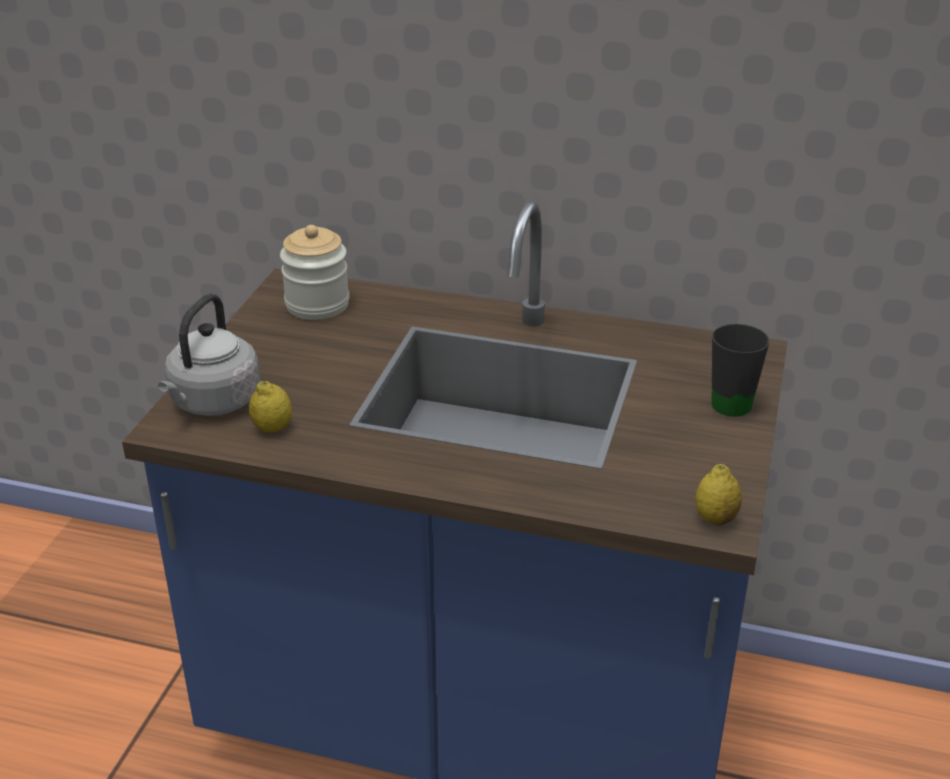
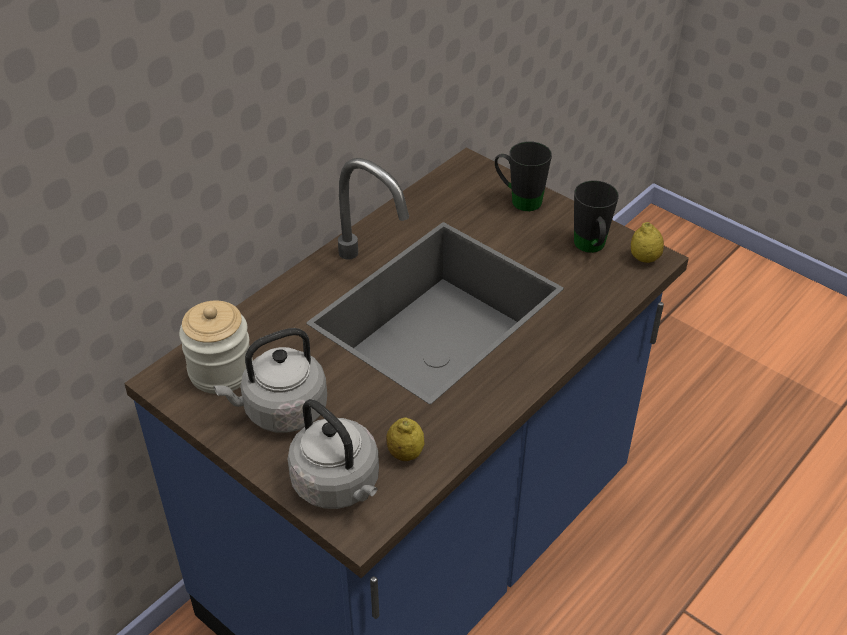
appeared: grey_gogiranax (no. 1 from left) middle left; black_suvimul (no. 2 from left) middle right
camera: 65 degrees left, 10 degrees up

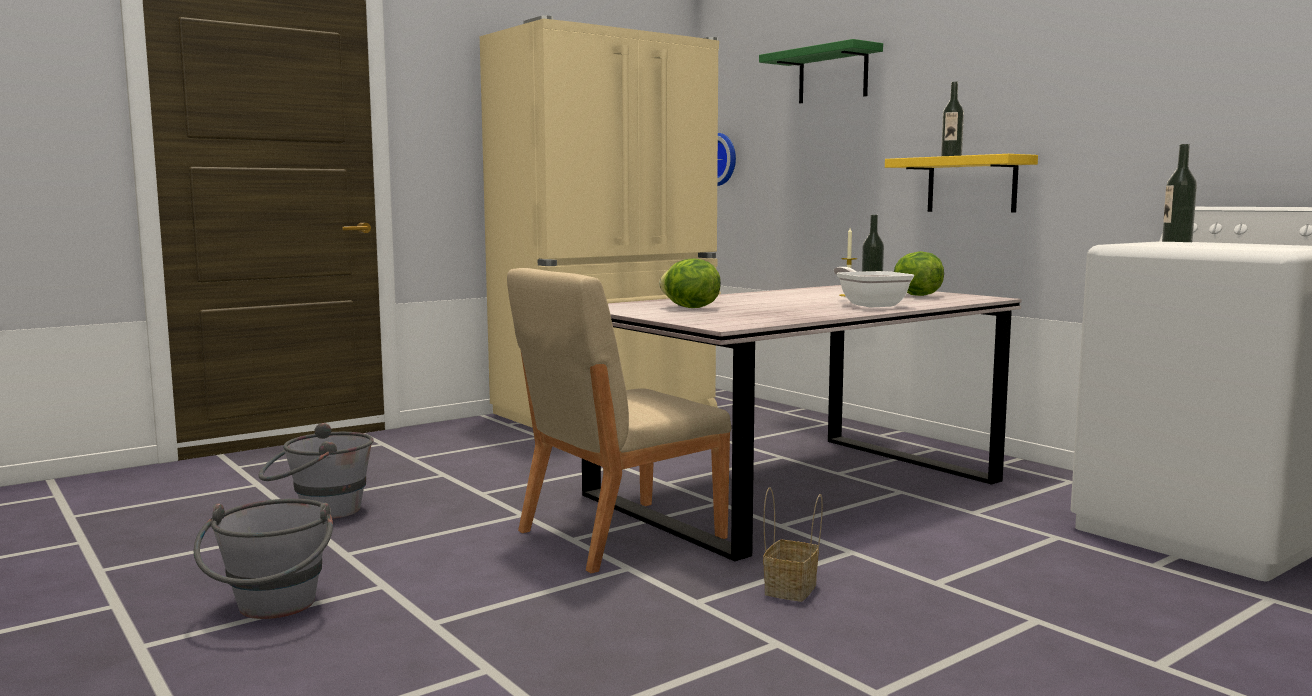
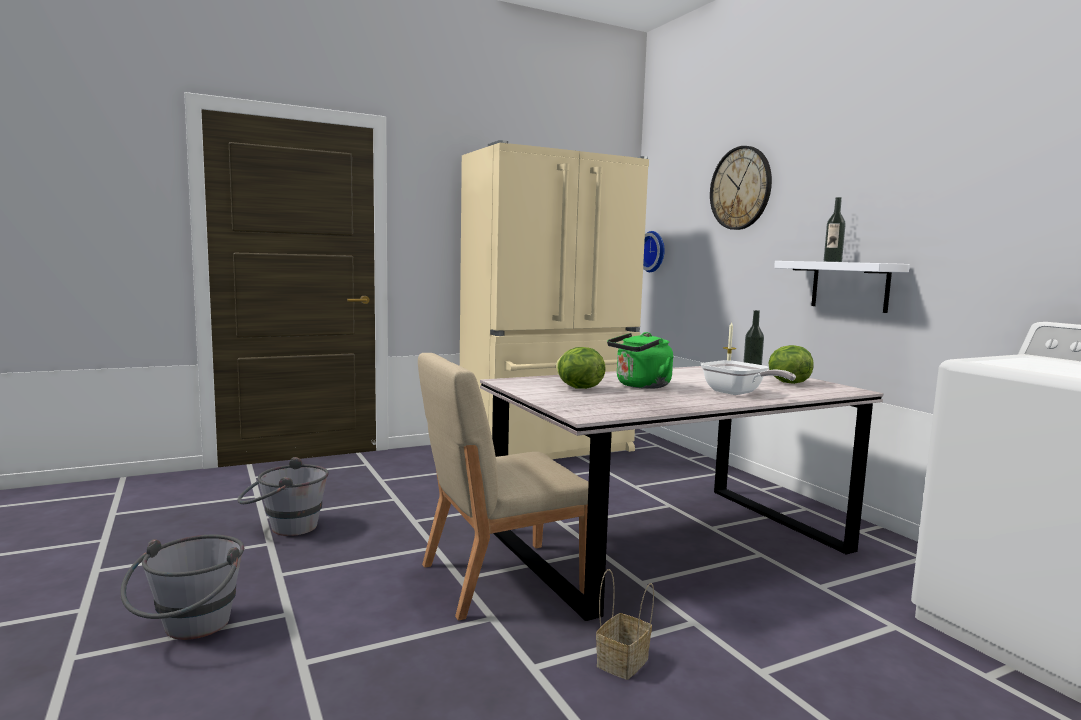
missing: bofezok (no. 3 from left) top right
appeared: green_gogiranax centre
exchanged: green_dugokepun top centre to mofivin (no. 2 from left) top right
colour: yellow_dugokepun top right to white_dugokepun middle right
spun: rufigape centre = middle right 150 degrees clockwise
camera: 10 degrees right, 0 degrees up

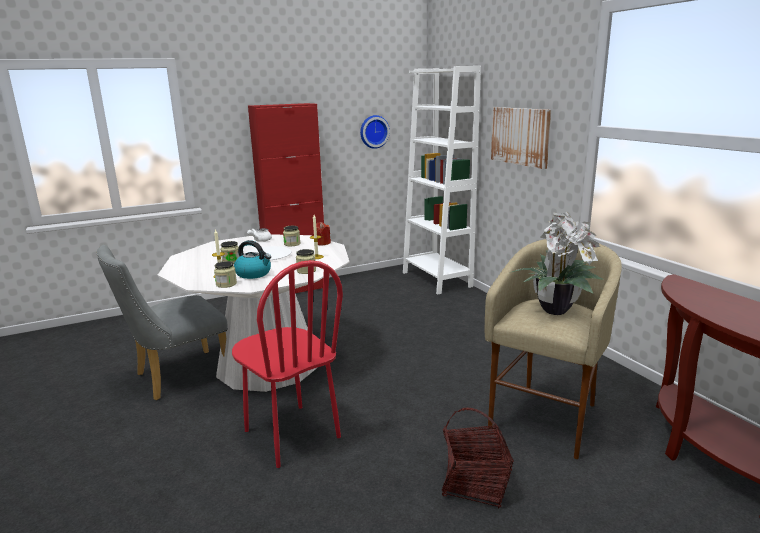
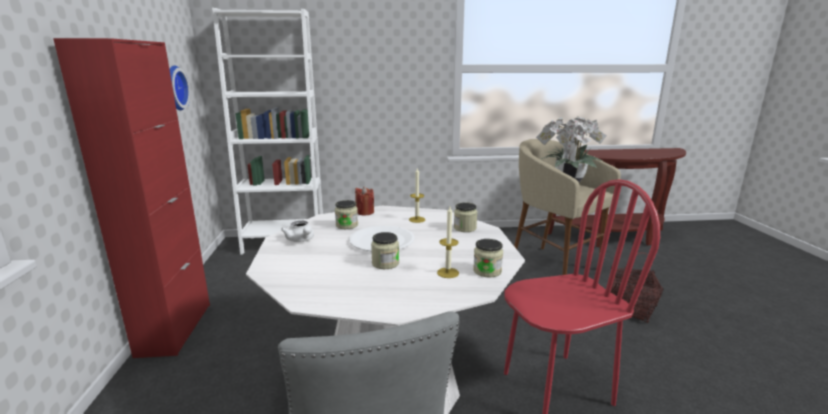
missing: gogiranax middle left; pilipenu top right
camera: 70 degrees left, 0 degrees up

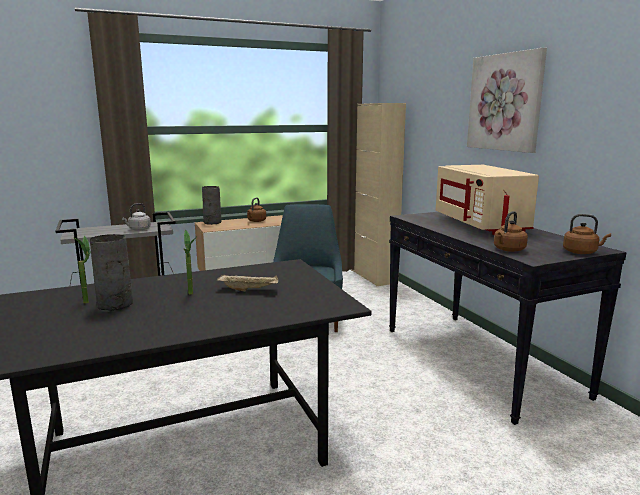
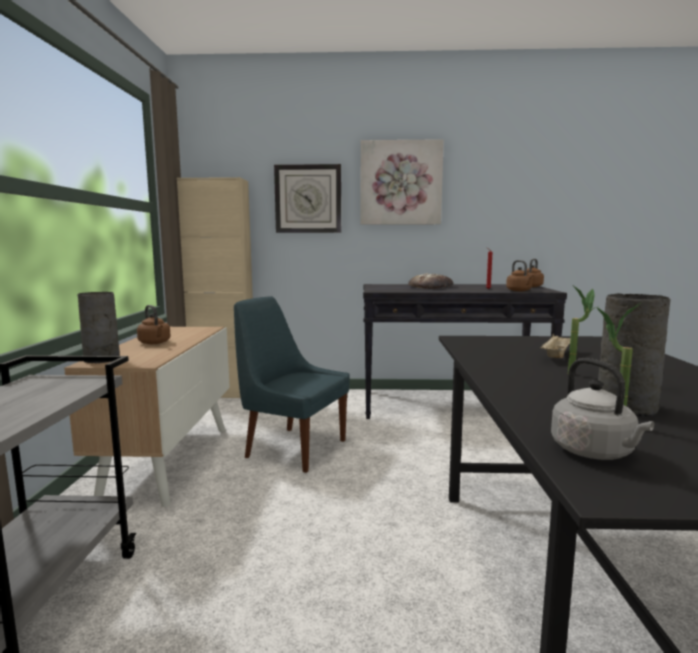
appeared: mofivin top centre
relocated: grey_gogiranax middle left to middle right
exchanged: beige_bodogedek middle right to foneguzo centre
camera: 65 degrees left, 5 degrees down

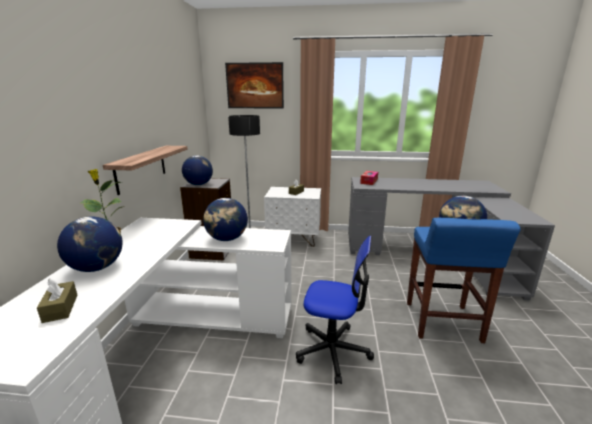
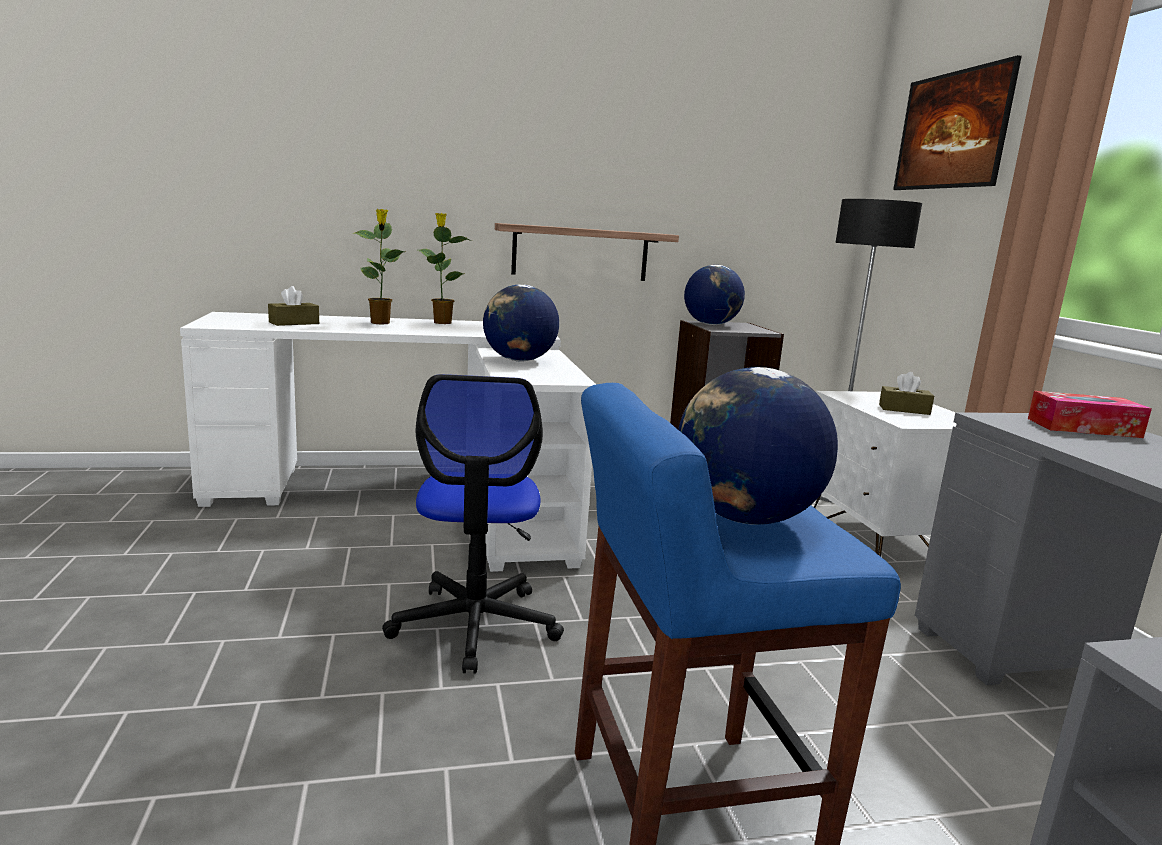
exchanged: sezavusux (no. 1 from left) middle left to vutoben (no. 1 from left) top left
camera: 70 degrees right, 5 degrees down

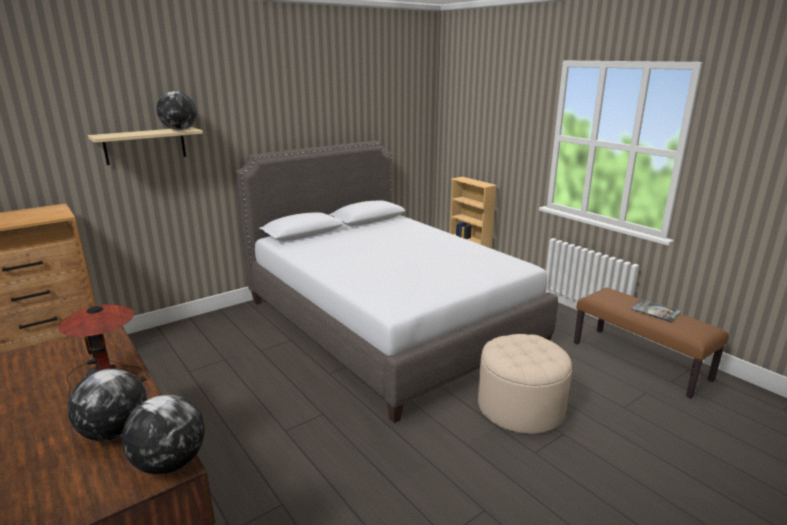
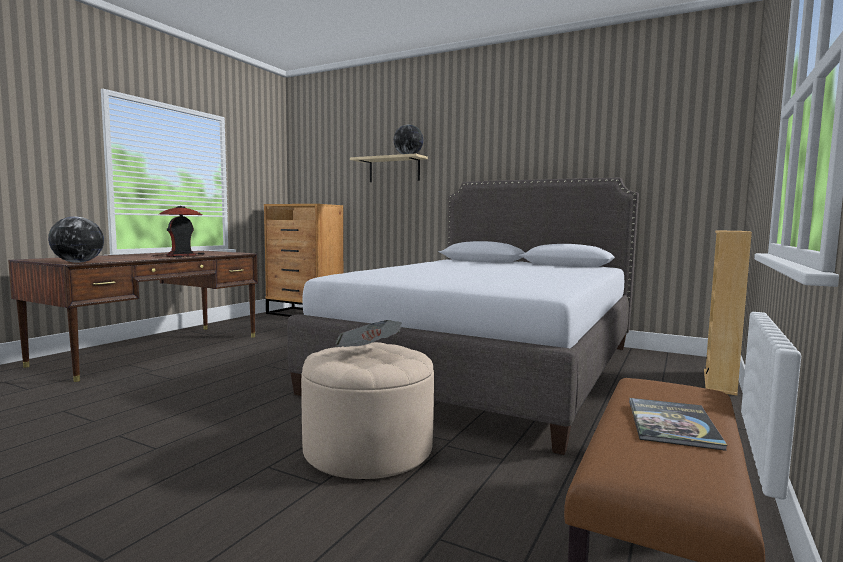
missing: sezavusux (no. 1 from left) bottom left
appeared: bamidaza centre
camera: 65 degrees right, 15 degrees down

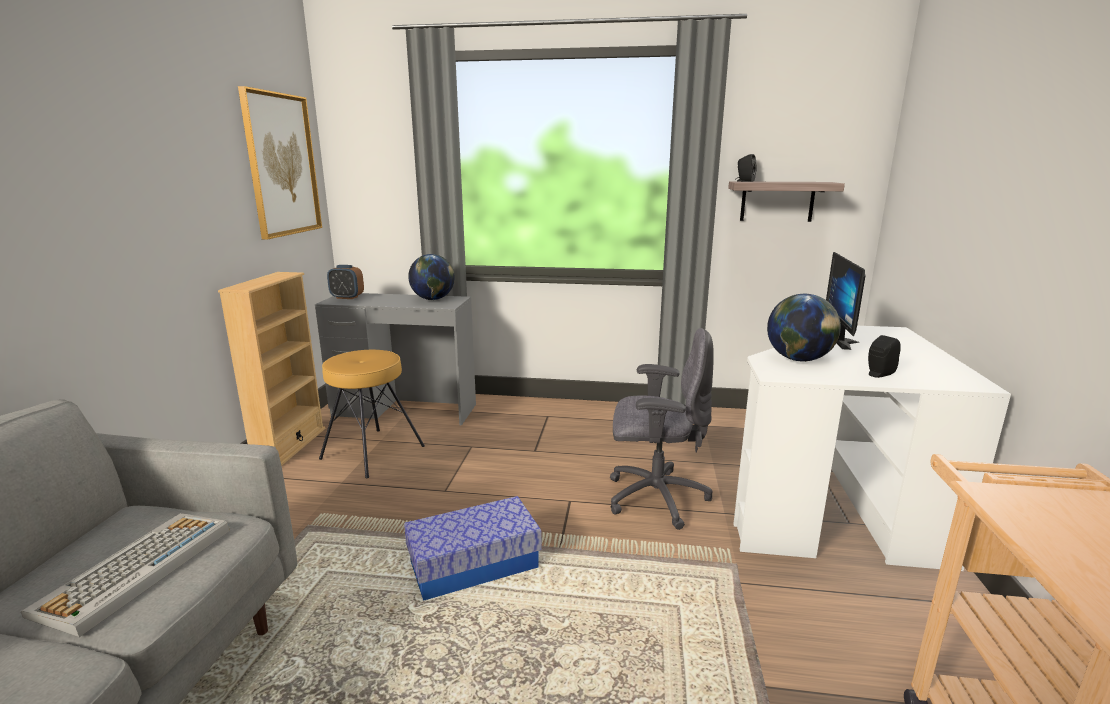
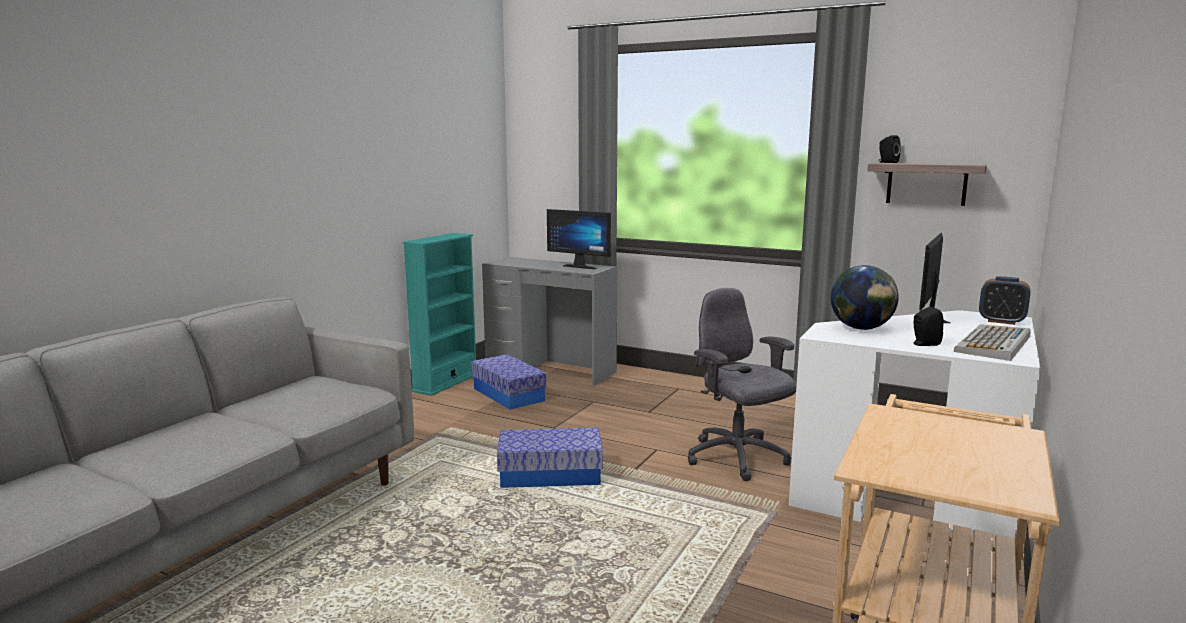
missing: pilipenu top left
relocated: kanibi bottom left to middle right; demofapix middle left to middle right
exchanged: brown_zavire centre to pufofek (no. 1 from left) centre; sezavusux (no. 1 from left) centre to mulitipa (no. 1 from left) centre
colour: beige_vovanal middle left to turquoise_vovanal centre
spun: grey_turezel centre = centre 150 degrees counterclockwise
camera: 20 degrees right, 5 degrees down

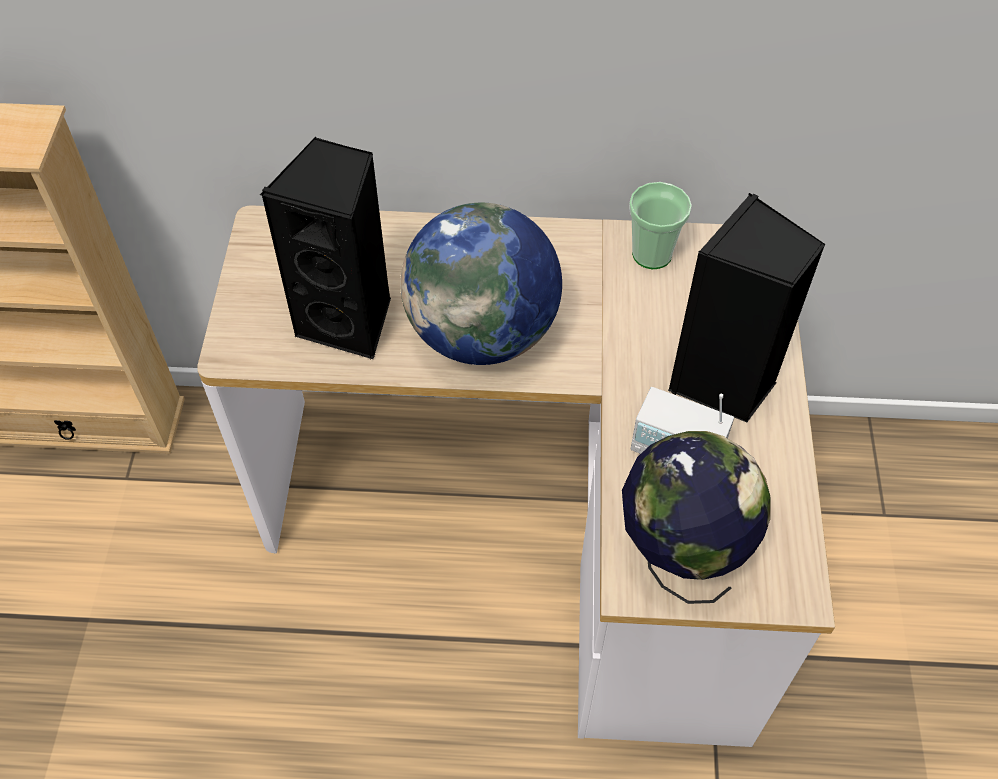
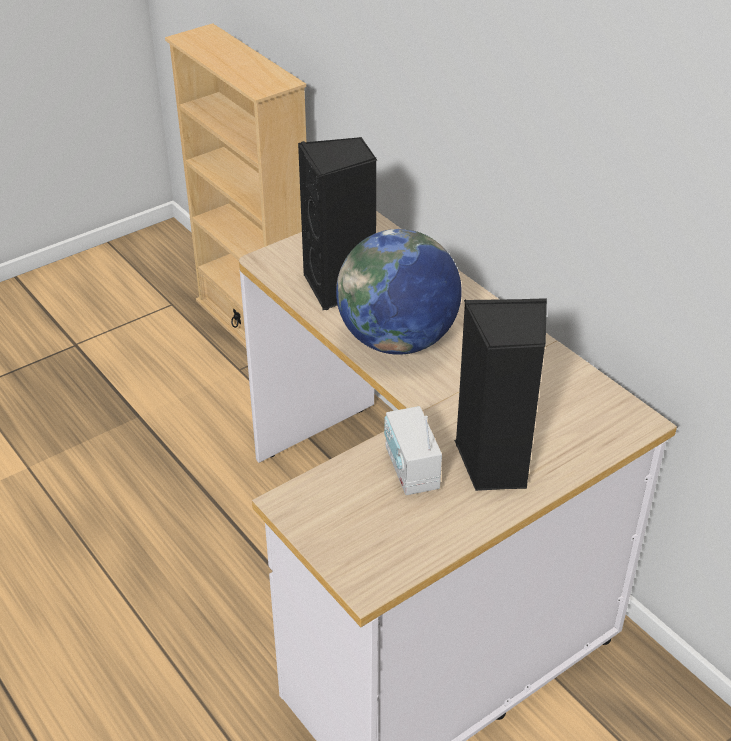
missing: sezavusux (no. 2 from left) middle right; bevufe top centre
camera: 50 degrees right, 15 degrees down

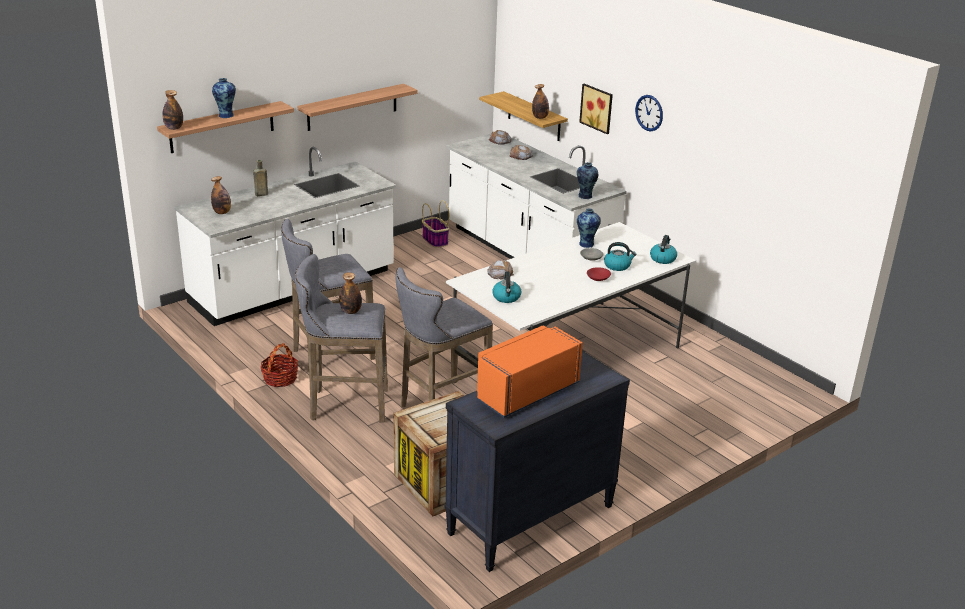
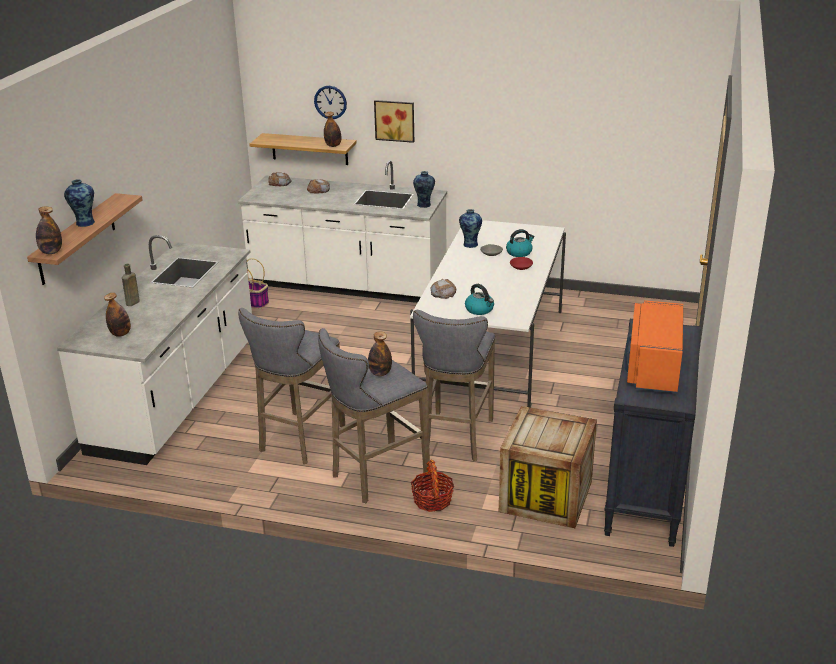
missing: dugokepun (no. 2 from left) top centre; gogiranax (no. 3 from left) middle right
relocated: mofivin top right to top centre; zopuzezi (no. 1 from left in the first image) middle left to zopuzezi (no. 2 from left) bottom centre
camera: 35 degrees left, 0 degrees up

